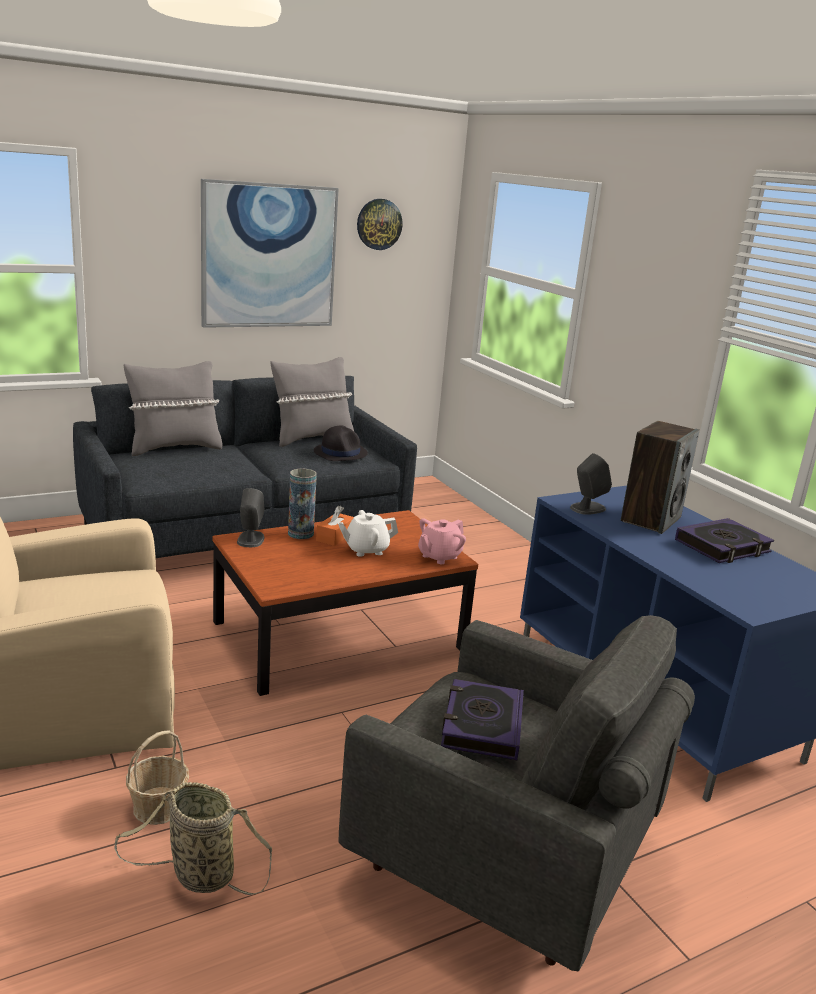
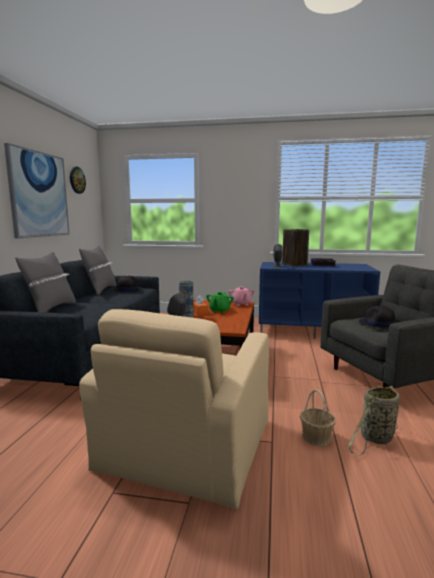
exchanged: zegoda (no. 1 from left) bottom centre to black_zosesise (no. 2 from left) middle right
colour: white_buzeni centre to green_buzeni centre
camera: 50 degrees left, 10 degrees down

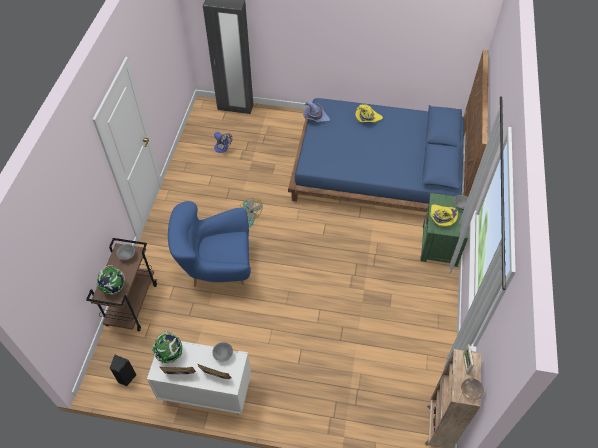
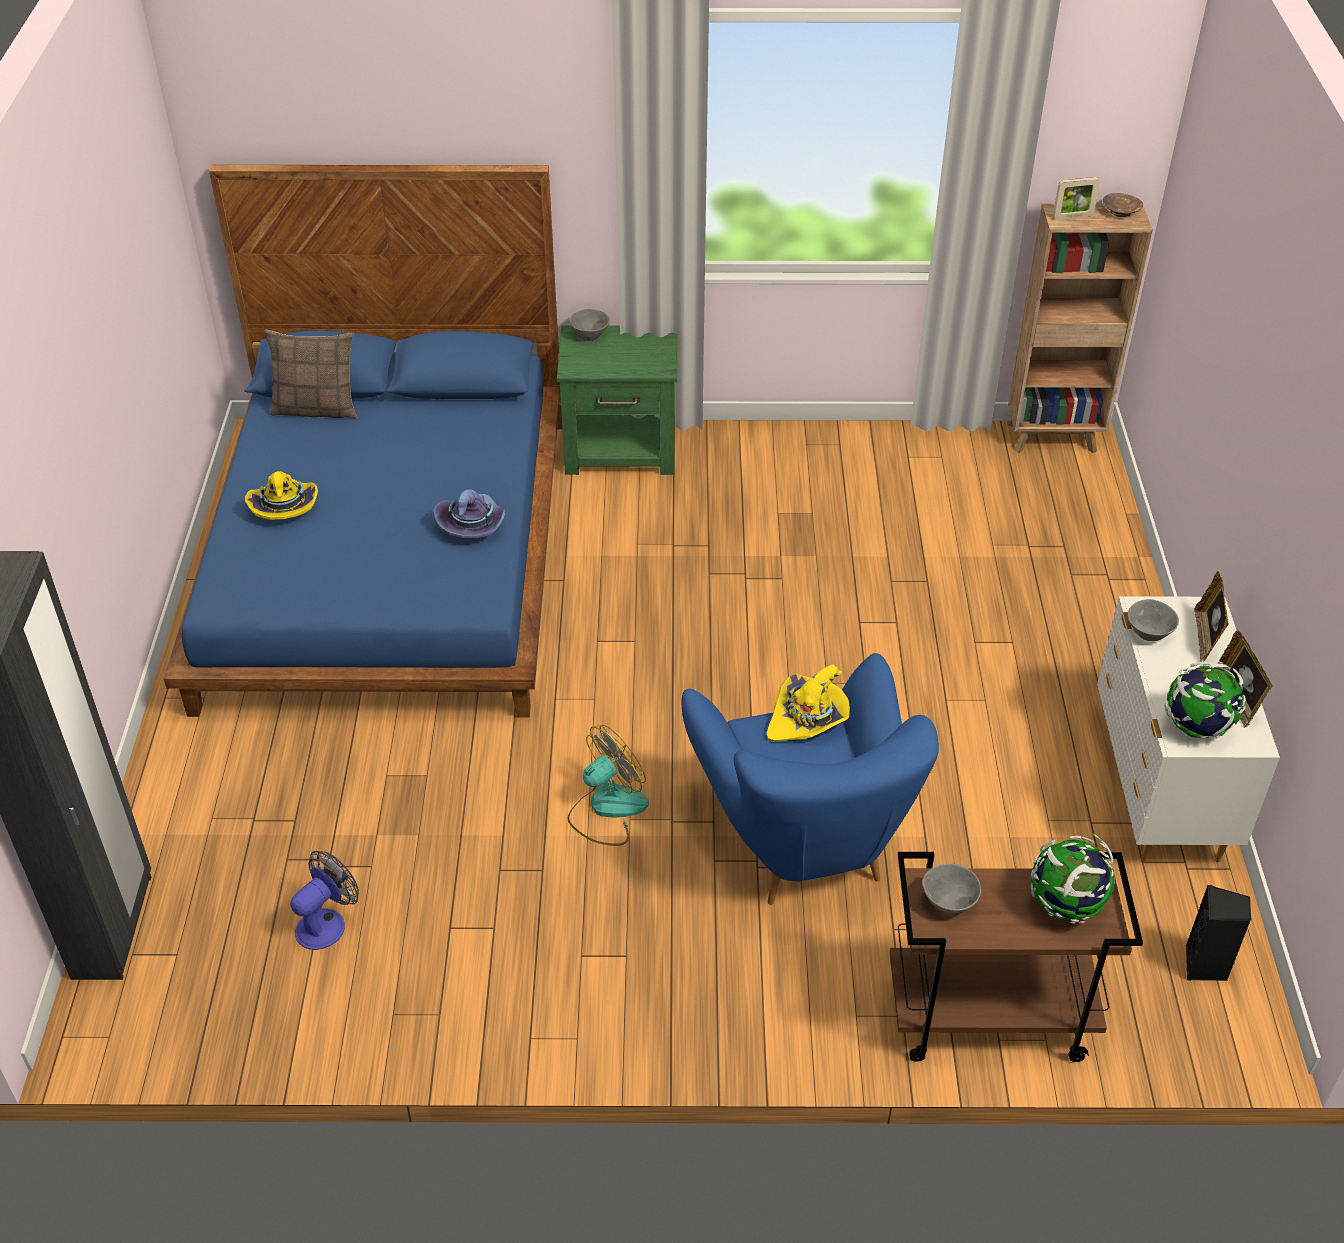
appeared: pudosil top left
relocated: purple_zosesise top centre to centre; yellow_zosesise (no. 2 from left) middle right to centre
camera: 100 degrees left, 10 degrees down

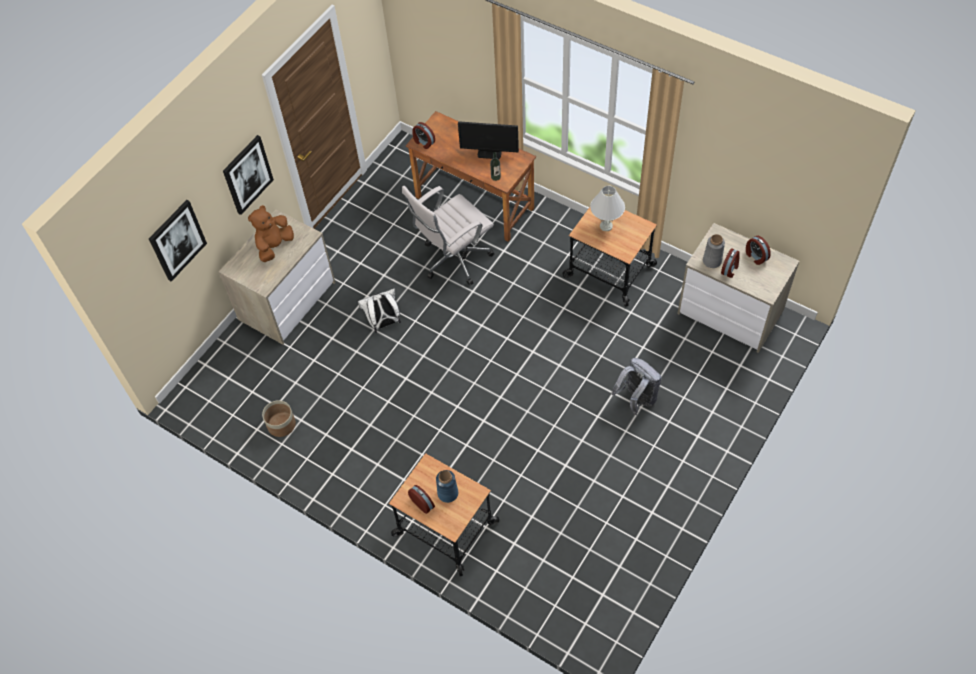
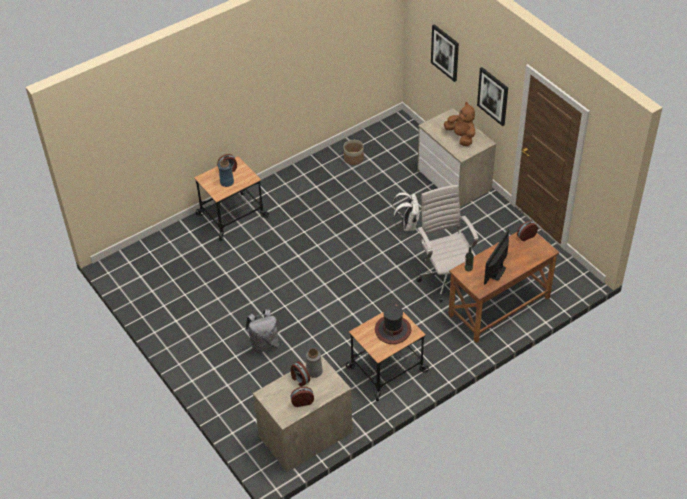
exchanged: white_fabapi top centre to zosesise centre
camera: 110 degrees right, 10 degrees down

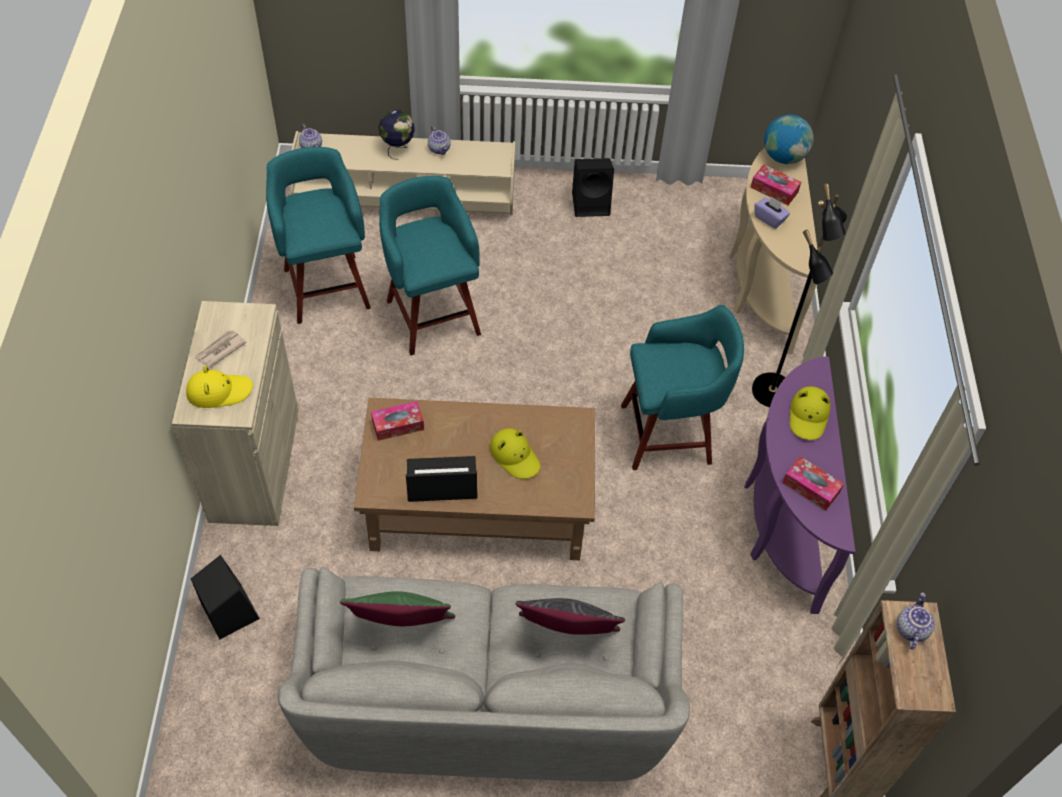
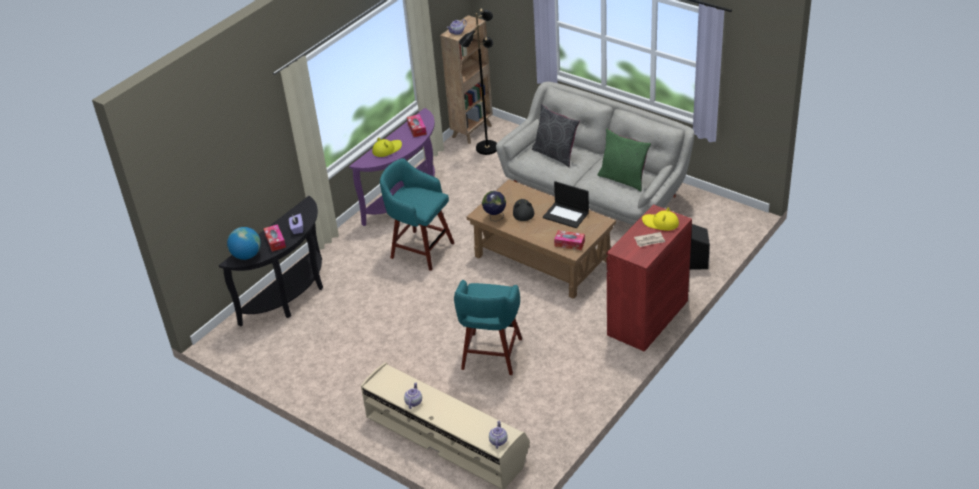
missing: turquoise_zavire (no. 1 from left) top left; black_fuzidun (no. 2 from left) top centre
relocated: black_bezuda middle right to top centre; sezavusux (no. 1 from left in the first image) top centre to sezavusux (no. 2 from left) centre
colour: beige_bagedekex top right to black_bagedekex middle left; yellow_zosesise (no. 2 from left) centre to black_zosesise centre; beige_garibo middle left to red_garibo centre
camera: 140 degrees left, 15 degrees down

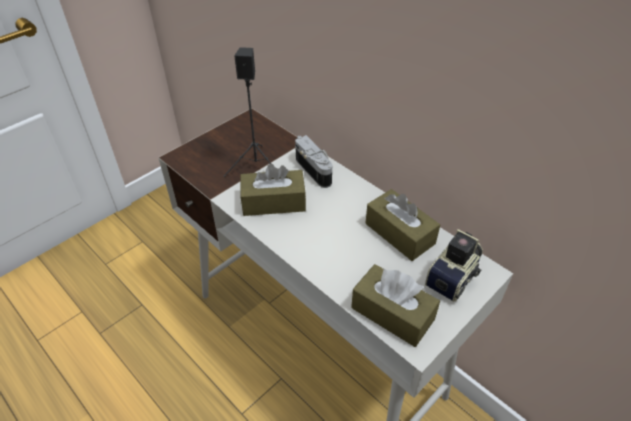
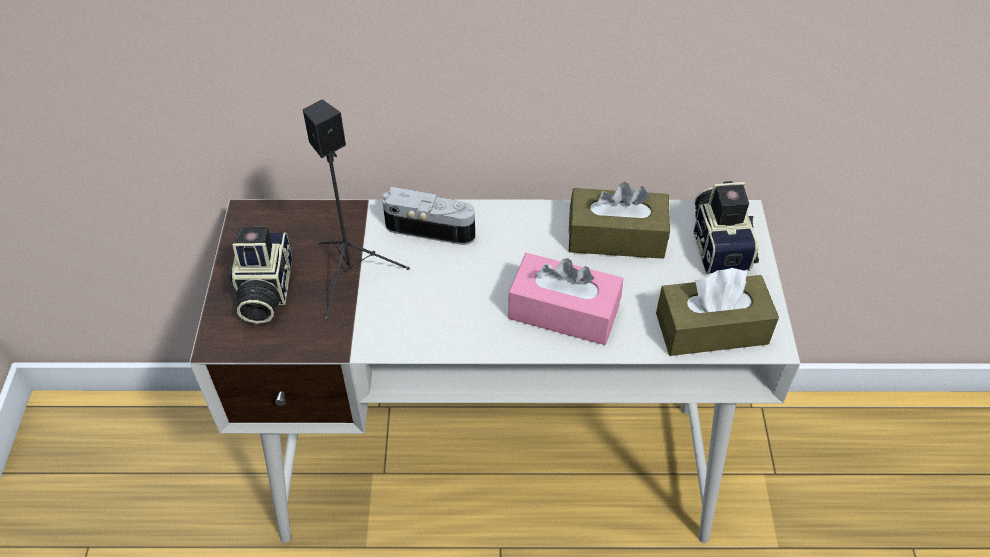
missing: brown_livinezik (no. 1 from left) centre
appeared: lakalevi (no. 1 from left) middle left; pink_livinezik centre
camera: 45 degrees left, 5 degrees up

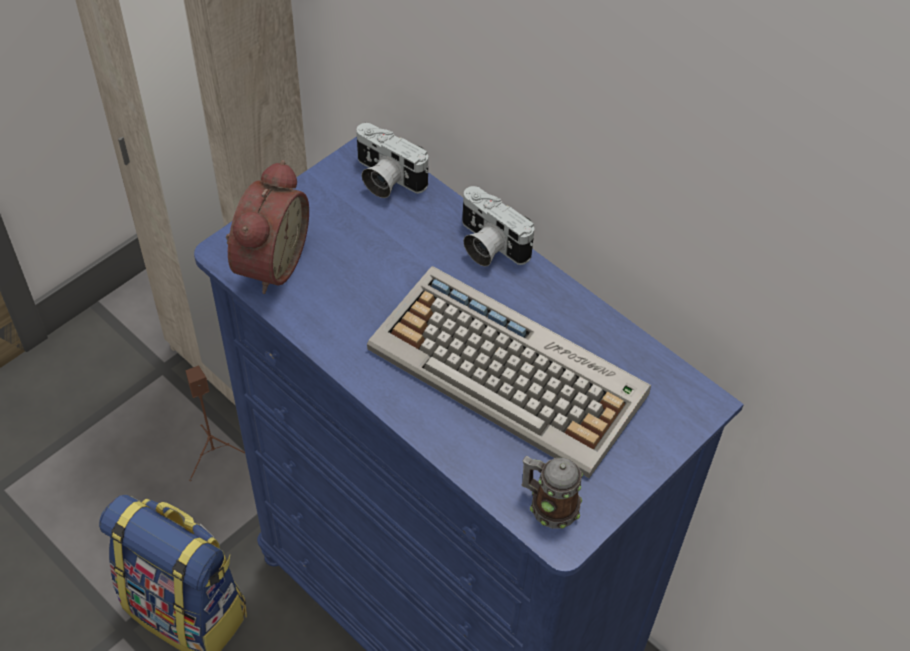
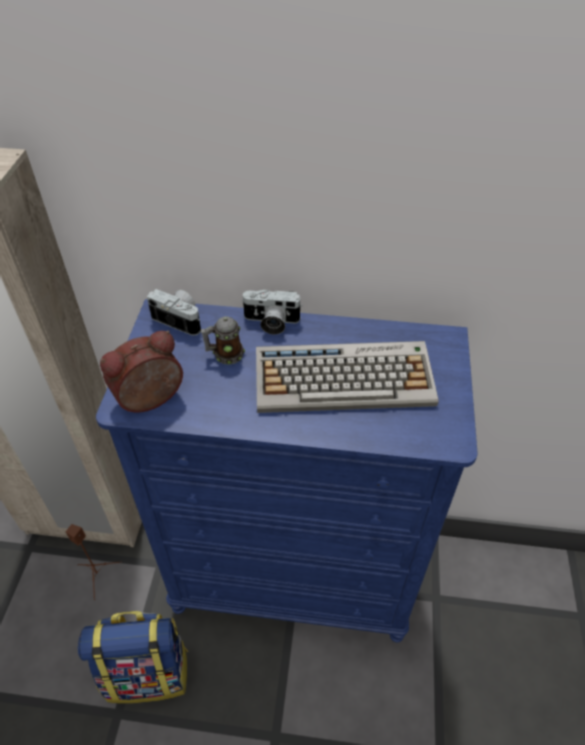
relocated: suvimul bottom centre to centre
spun: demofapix middle left = middle left 105 degrees counterclockwise; lakalevi (no. 1 from left) top centre = middle left 150 degrees counterclockwise
camera: 35 degrees left, 5 degrees down

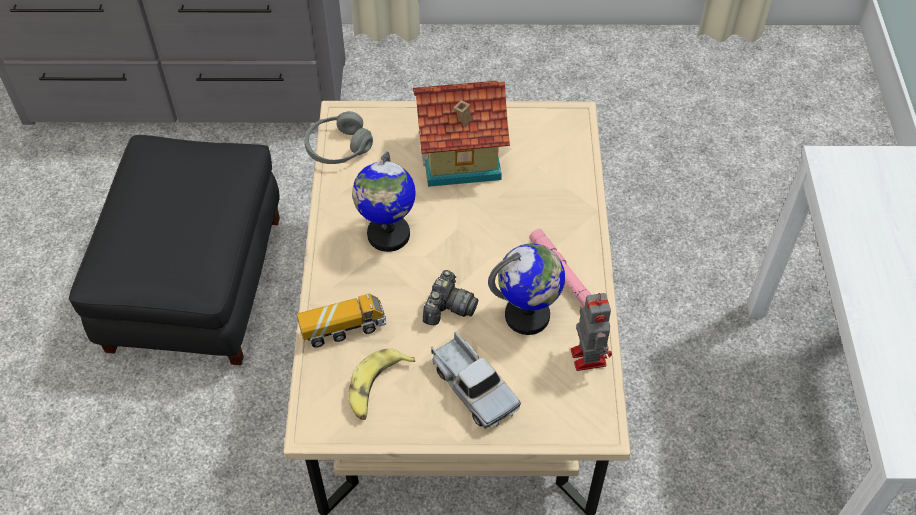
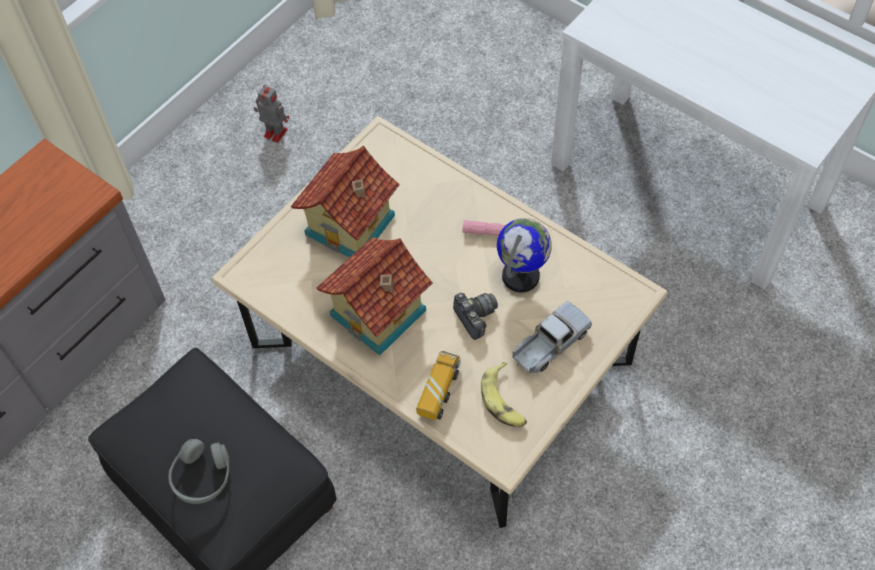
relocated: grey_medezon top centre to bottom left; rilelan centre to top left
exchanged: sezavusux (no. 1 from left) centre to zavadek (no. 2 from left) centre
spun: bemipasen (no. 2 from left) bottom centre = centre 45 degrees counterclockwise
camera: 50 degrees left, 5 degrees up

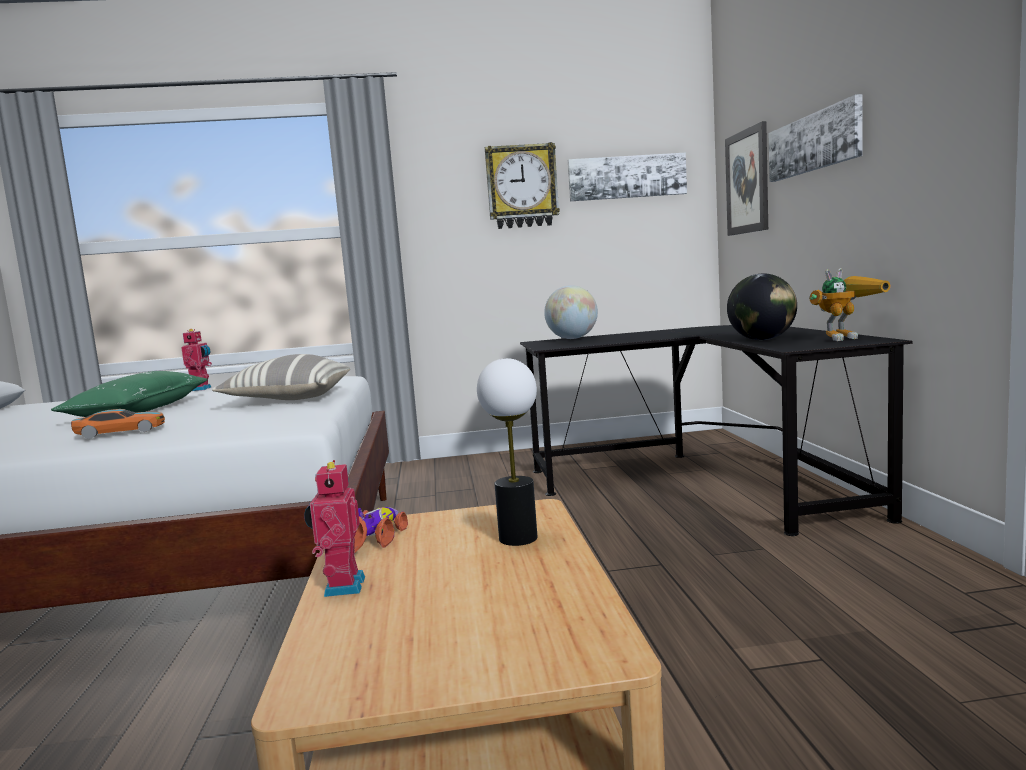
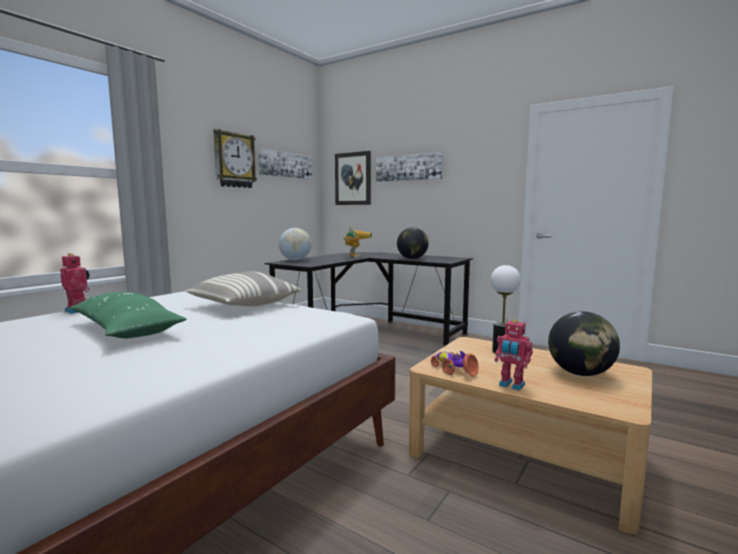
missing: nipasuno (no. 1 from left) middle left
appeared: sezavusux (no. 3 from left) middle right
relocated: rilelan (no. 3 from left in the first image) middle right to rilelan (no. 2 from left) centre
camera: 50 degrees left, 0 degrees up

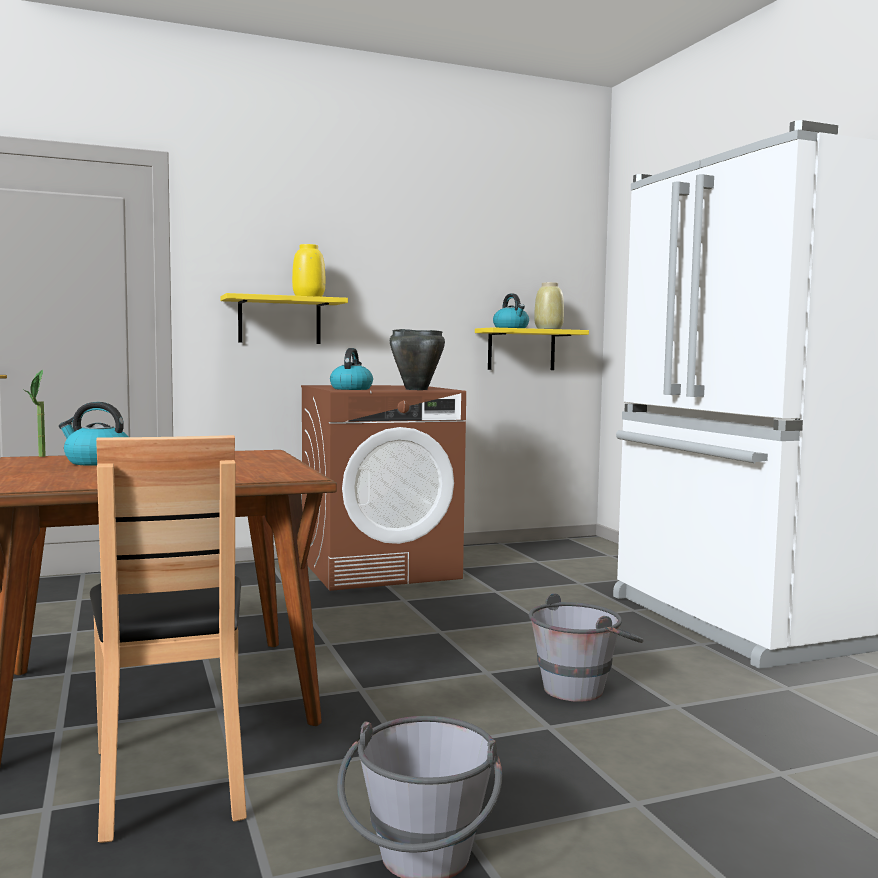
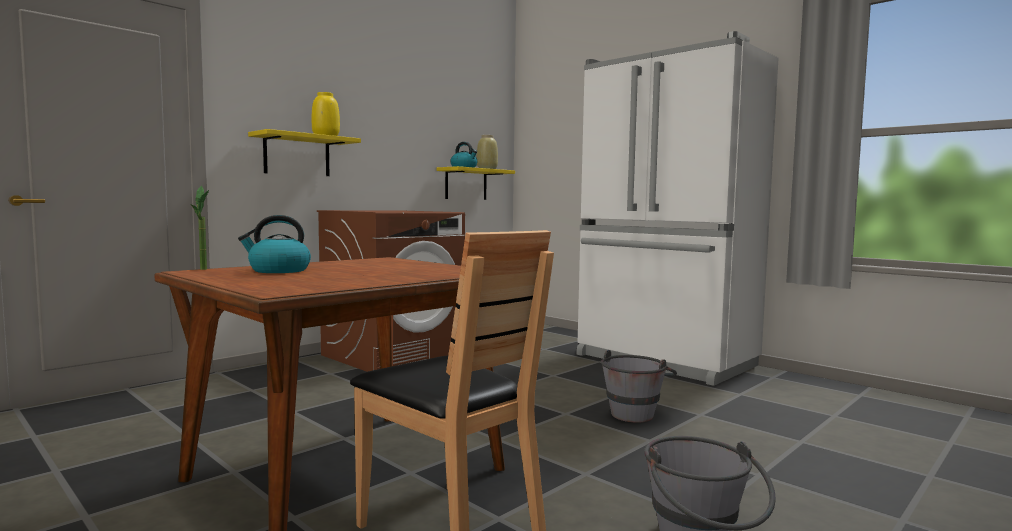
missing: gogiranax (no. 2 from left) centre; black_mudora centre
camera: 25 degrees left, 0 degrees up

